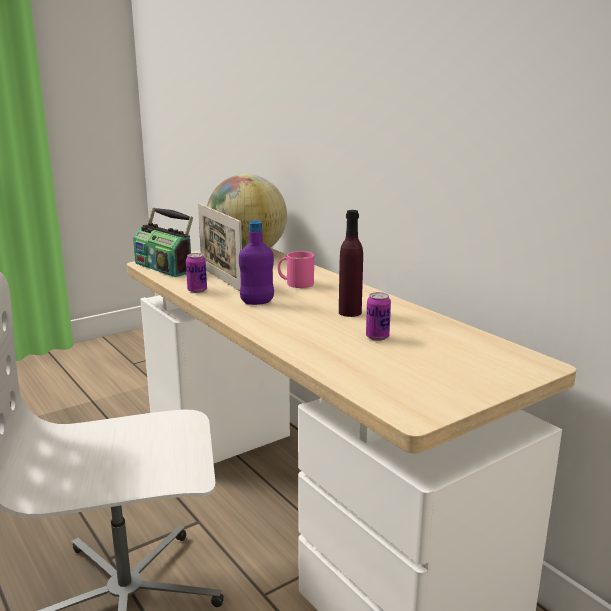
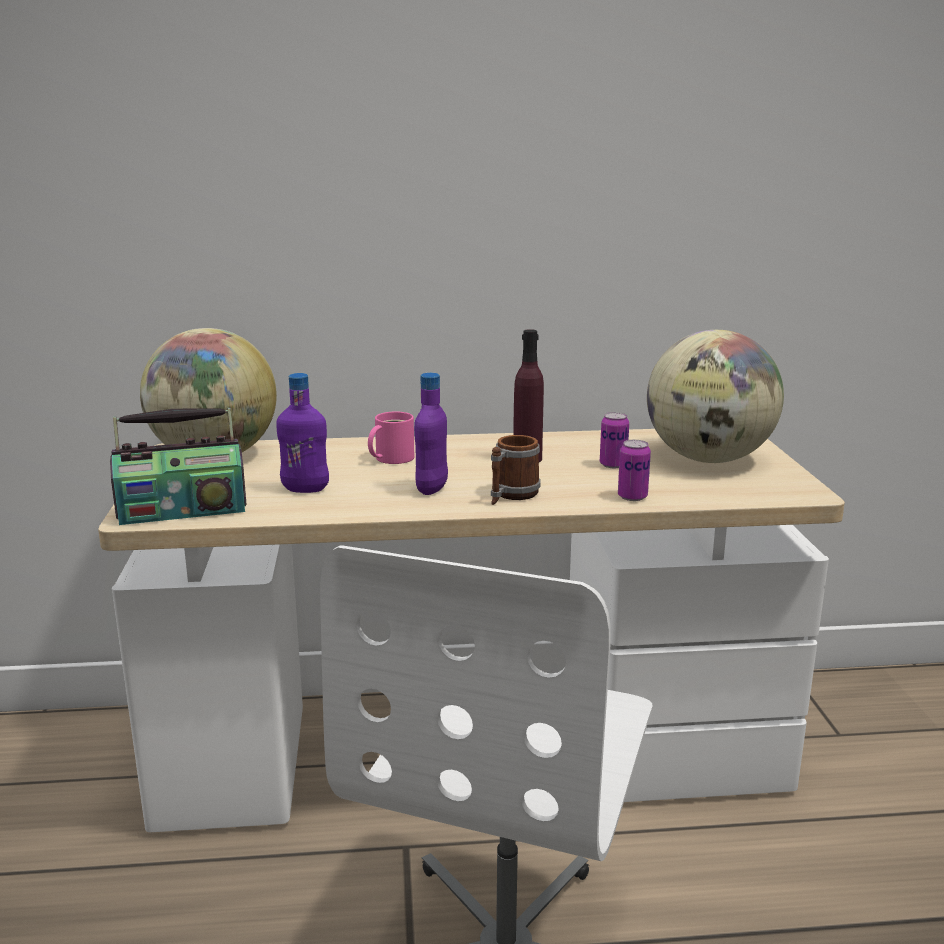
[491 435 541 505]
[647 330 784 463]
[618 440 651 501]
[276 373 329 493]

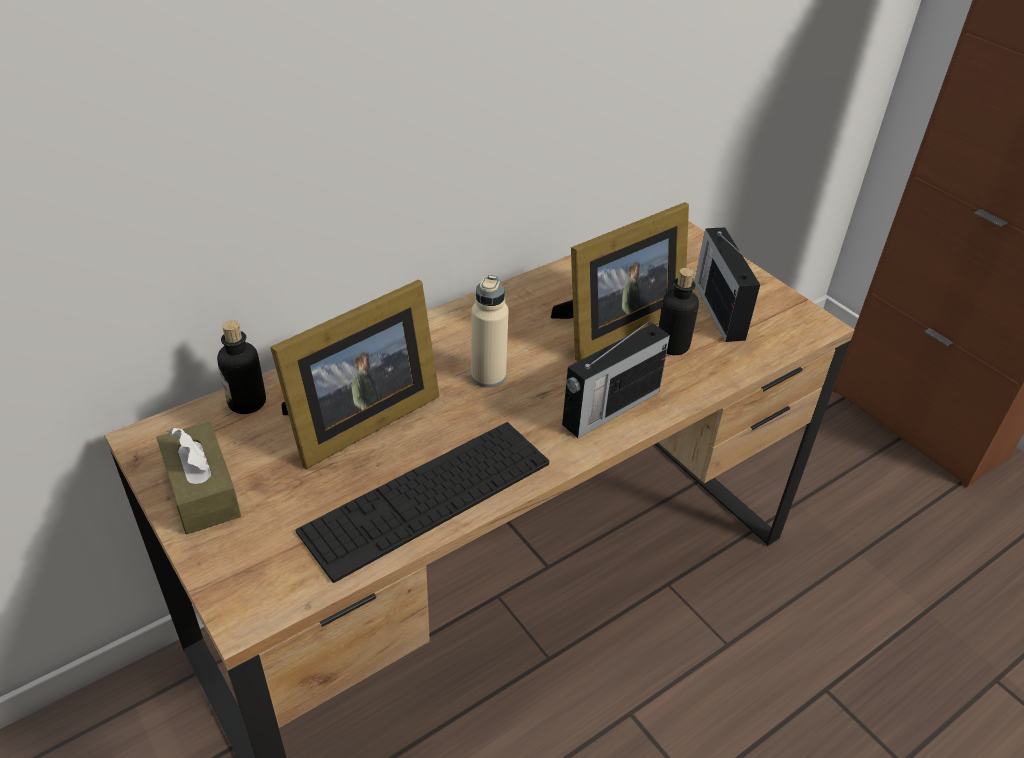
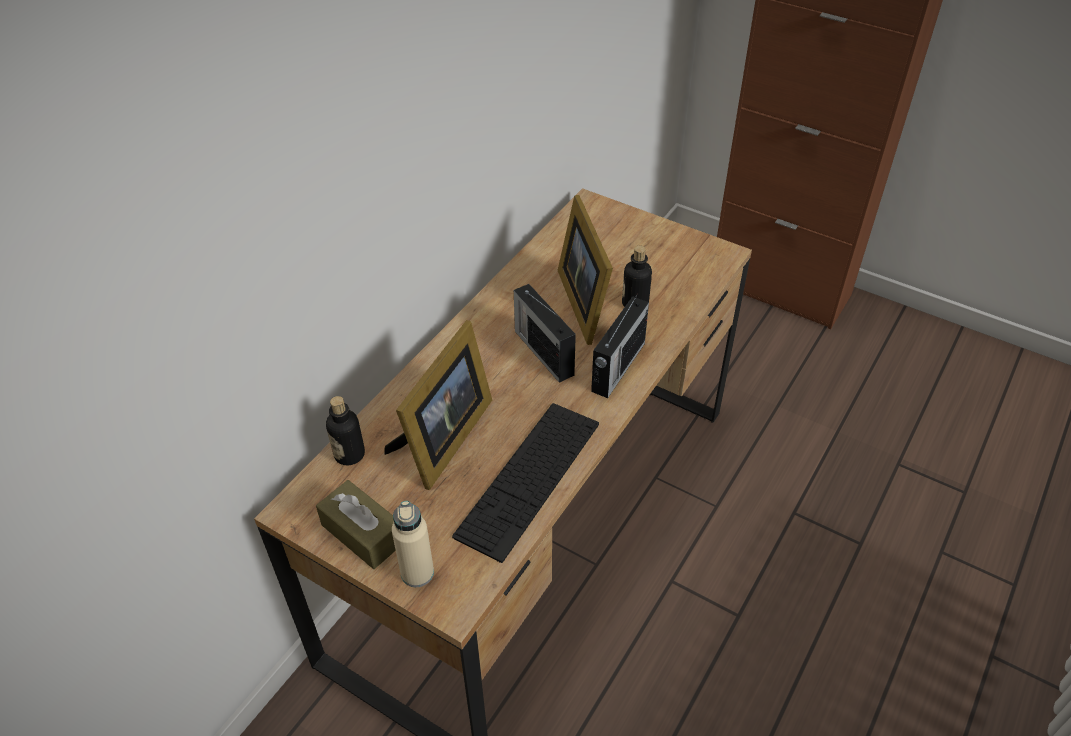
[392 501 434 587]
[514 284 576 383]
[558 195 613 345]

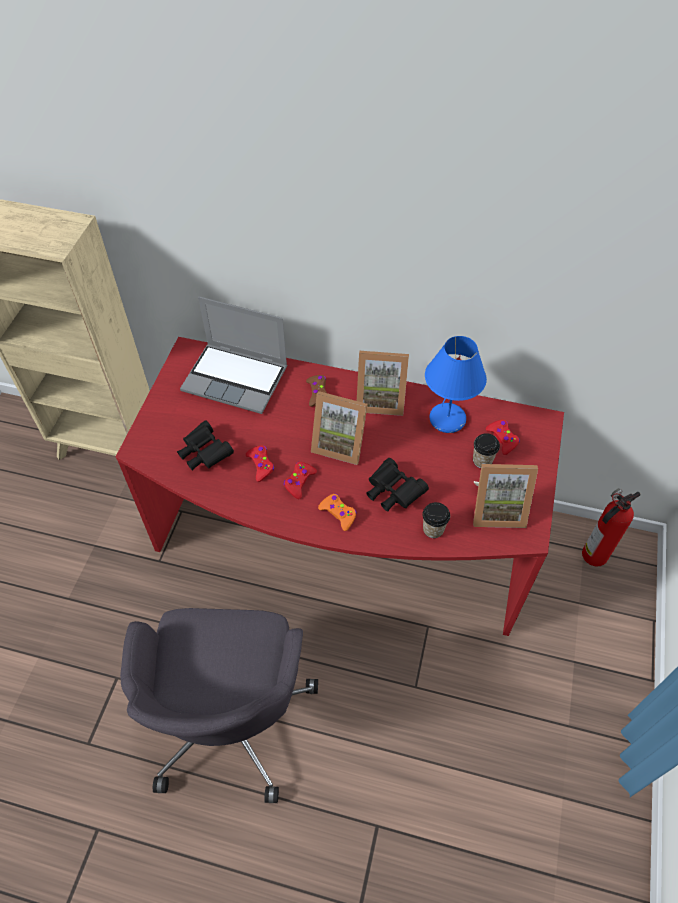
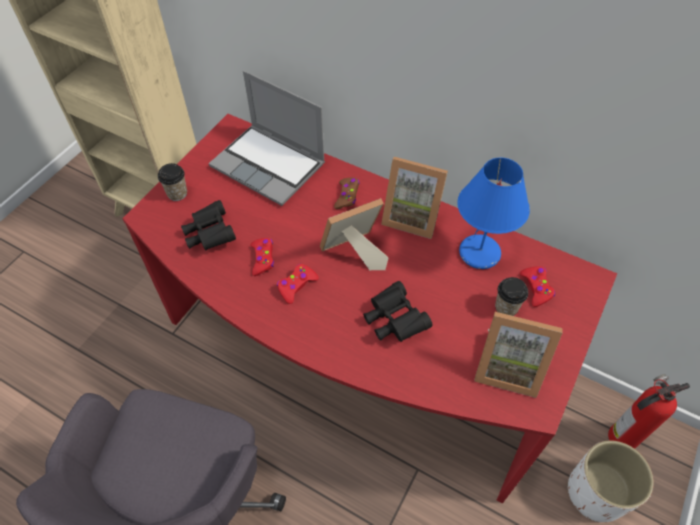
[318 494 357 531] (first image)
[567 440 654 522]
[158 163 187 201]
[320 198 388 270]

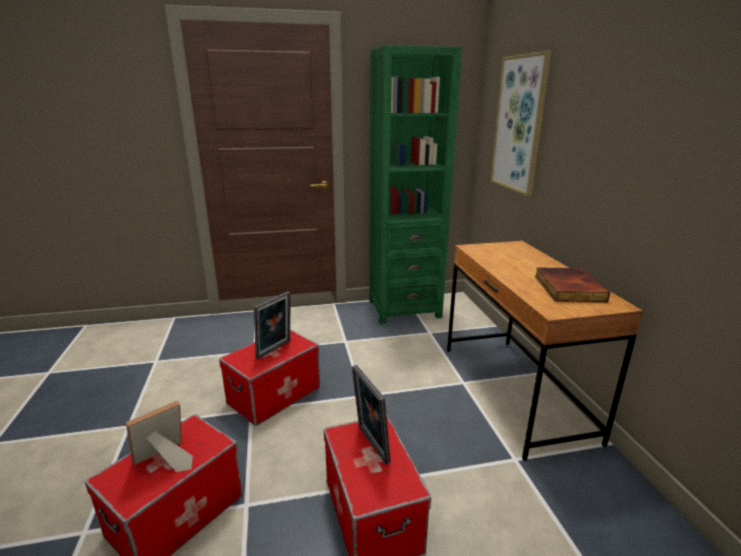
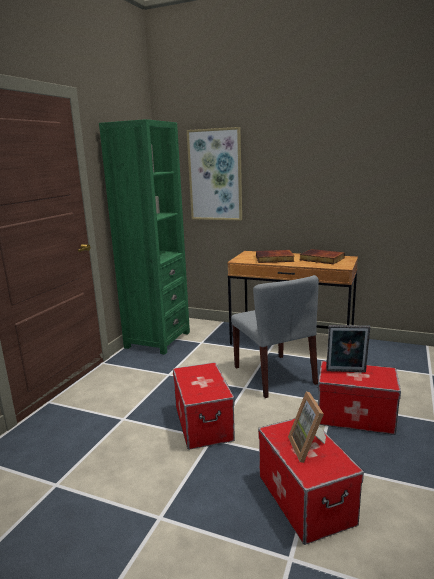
[254 291 291 359] (first image)
[231 275 319 398]
[256 250 294 263]

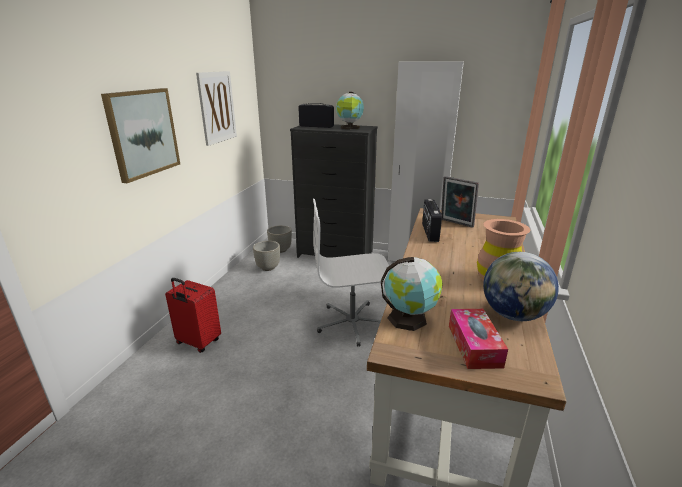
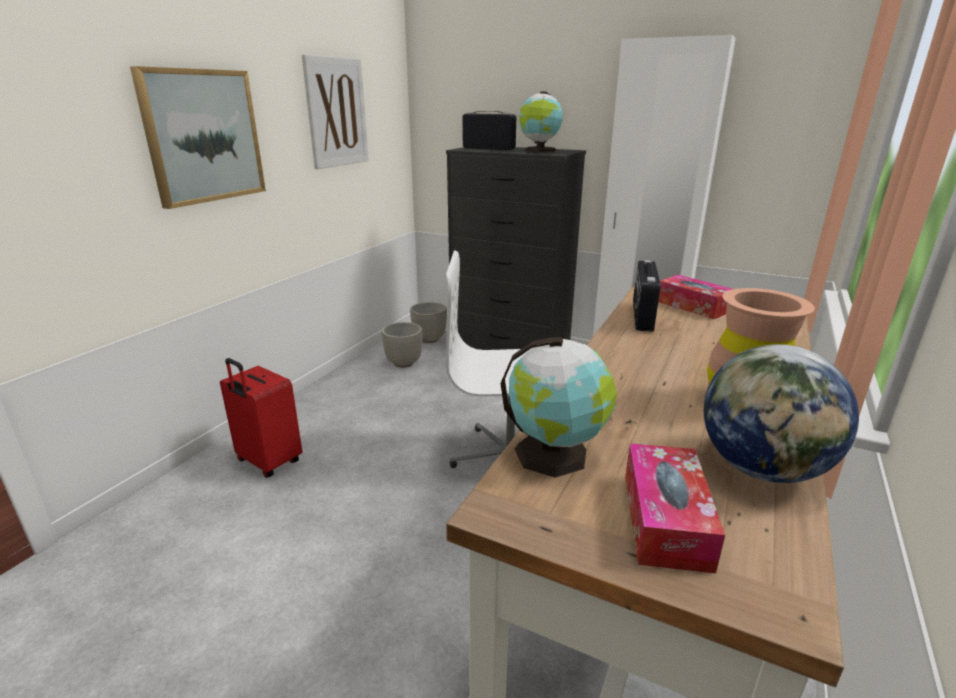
[658 275 732 319]

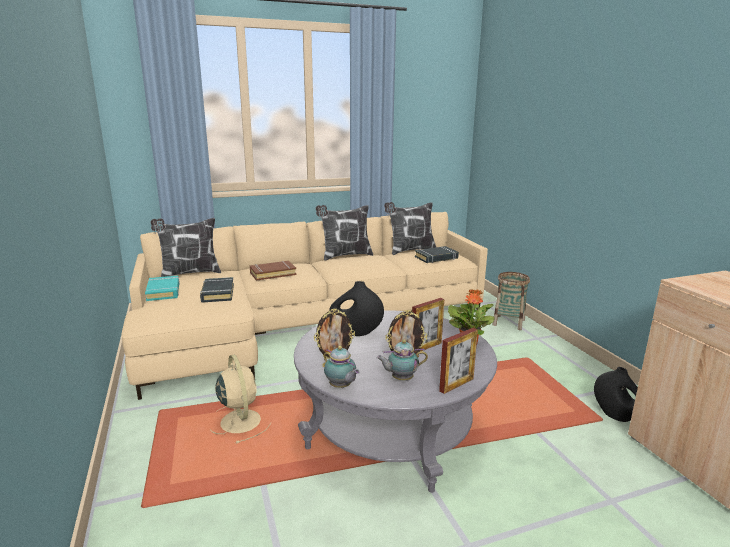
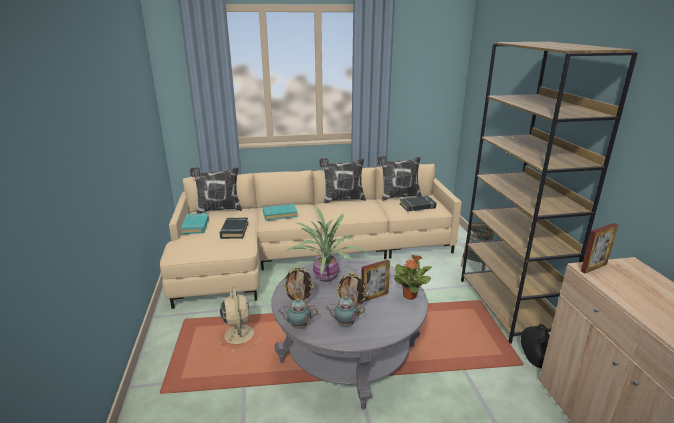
[461 42 638 344]
[581 223 618 273]
[285 208 367 282]
[263 204 298 221]
[278 298 318 329]

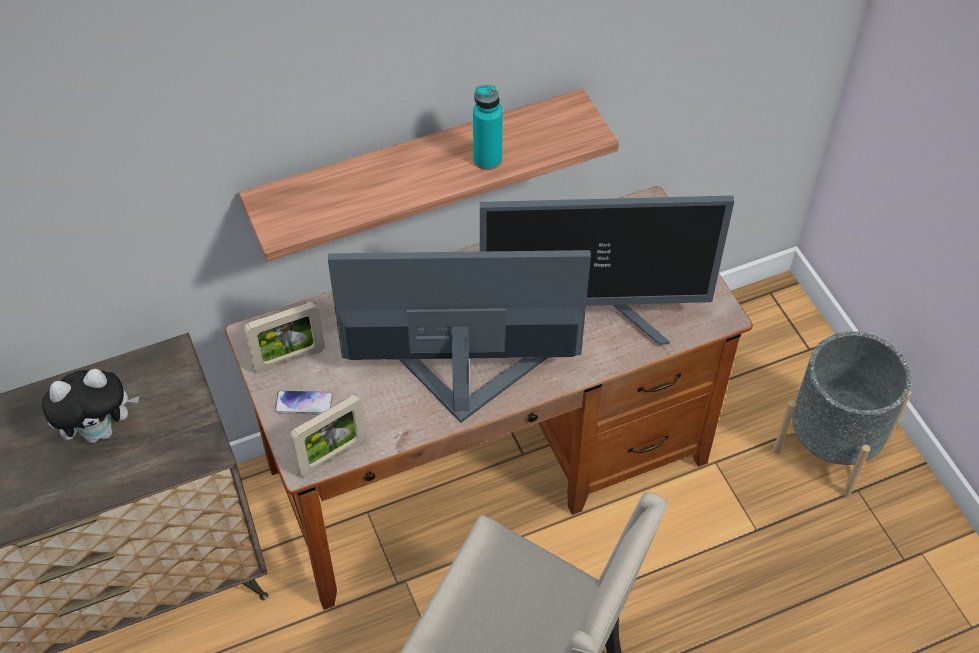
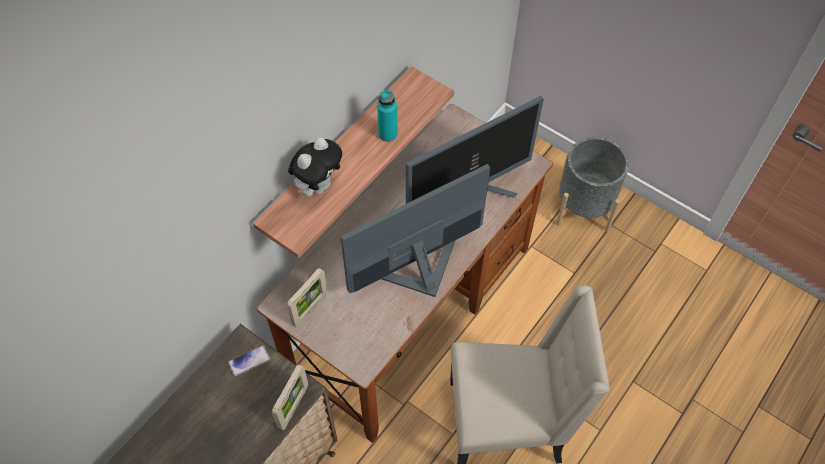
[288 137 342 197]
[228 345 270 376]
[272 364 308 430]

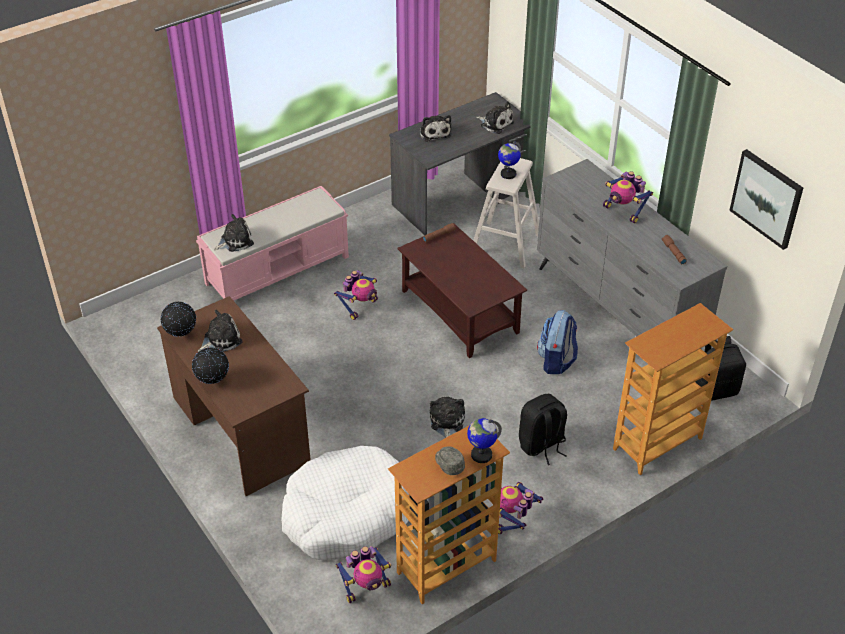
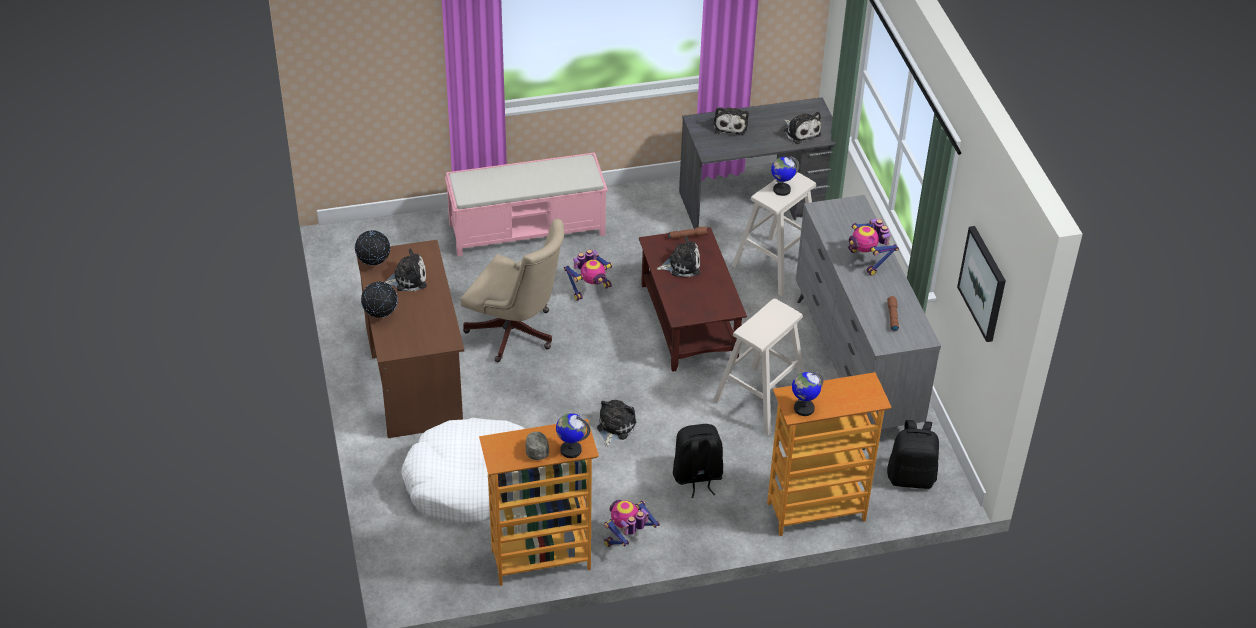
[336 546 391 603] (first image)
[460 219 564 362]
[792 372 824 416]
[657 236 700 277]
[713 299 804 435]

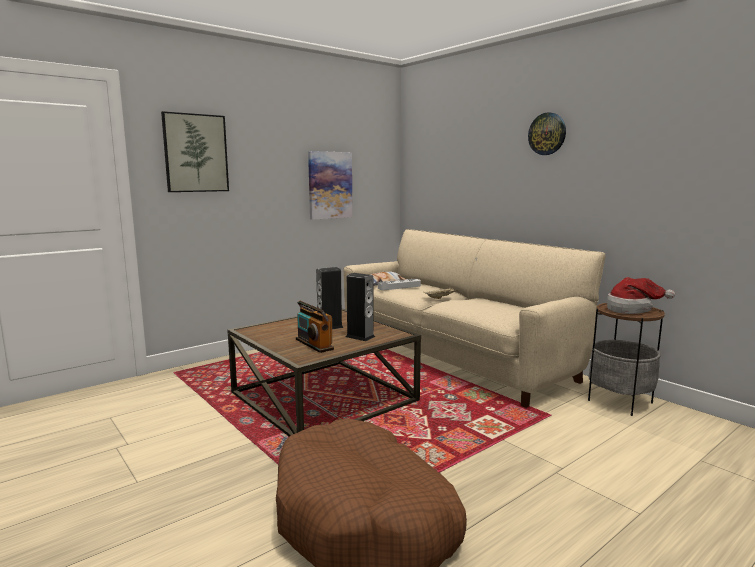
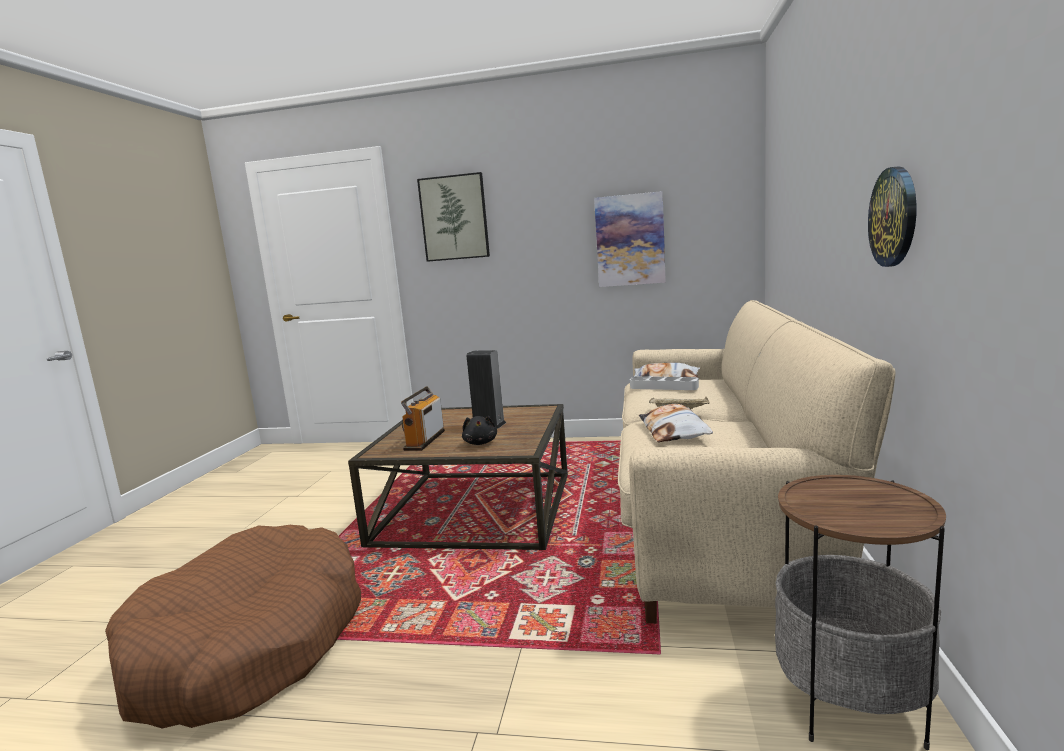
[607 277 675 314] (first image)
[639 404 713 442]
[868 166 916 267]
[462 416 497 445]

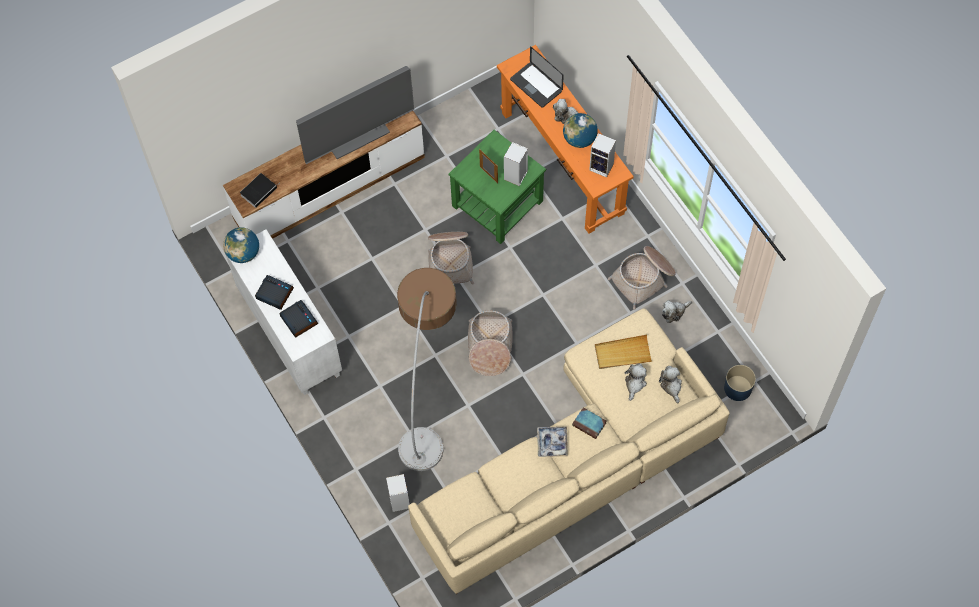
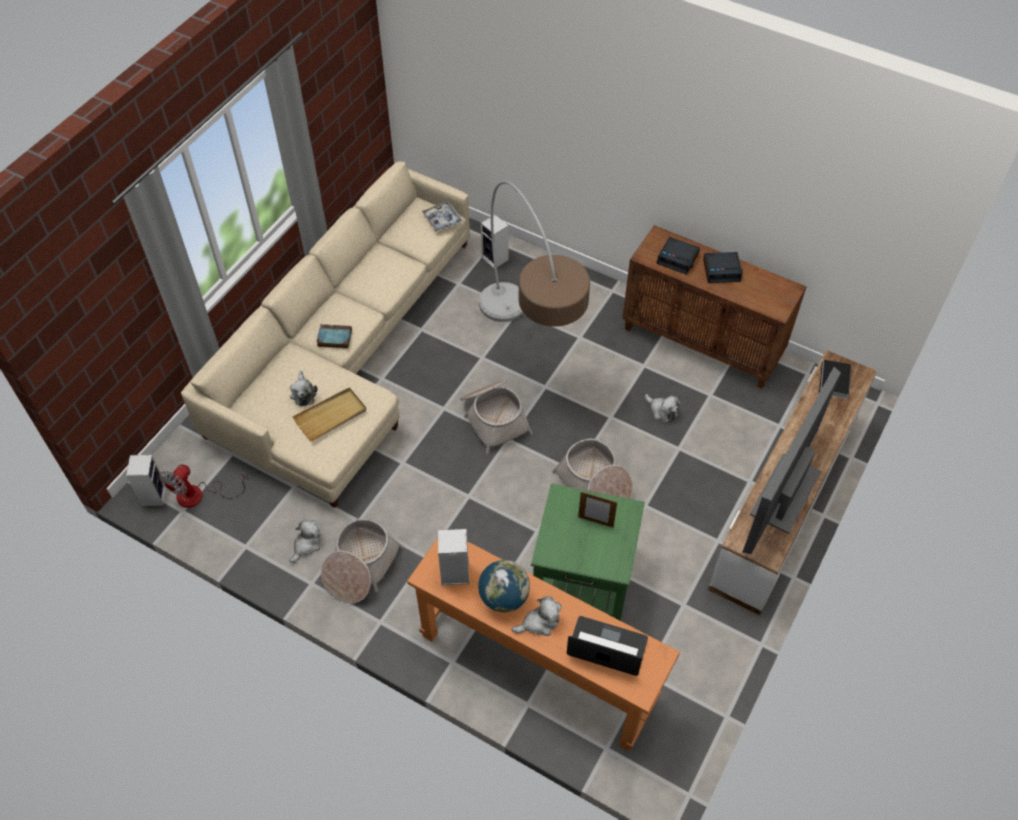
[223 227 259 263] (first image)
[126 455 166 506]
[422 201 463 232]
[645 394 681 422]
[159 464 249 508]
[622 225 807 389]

